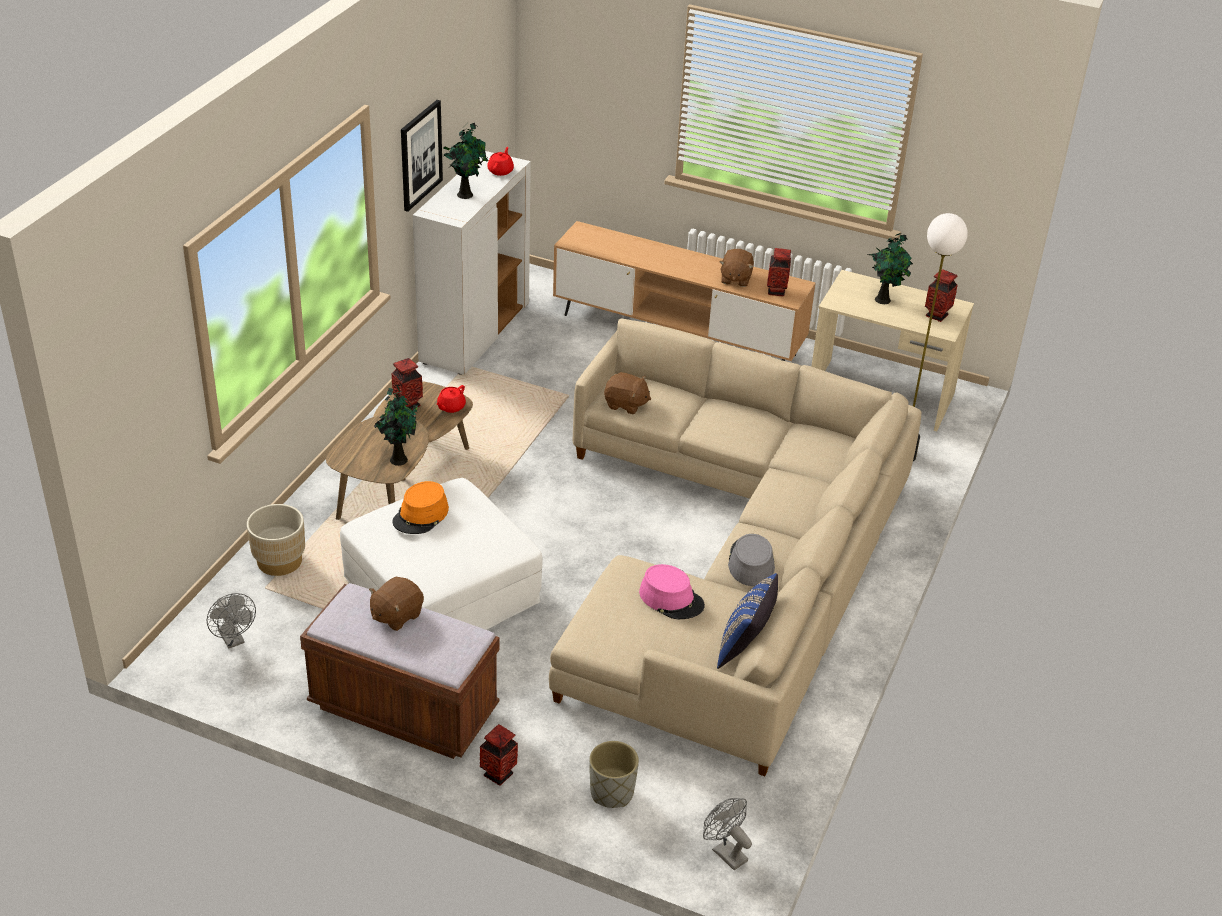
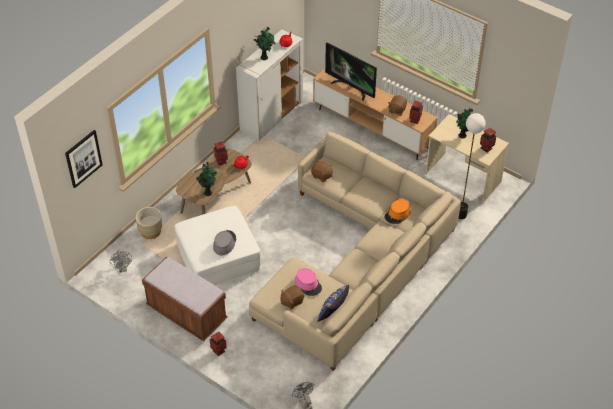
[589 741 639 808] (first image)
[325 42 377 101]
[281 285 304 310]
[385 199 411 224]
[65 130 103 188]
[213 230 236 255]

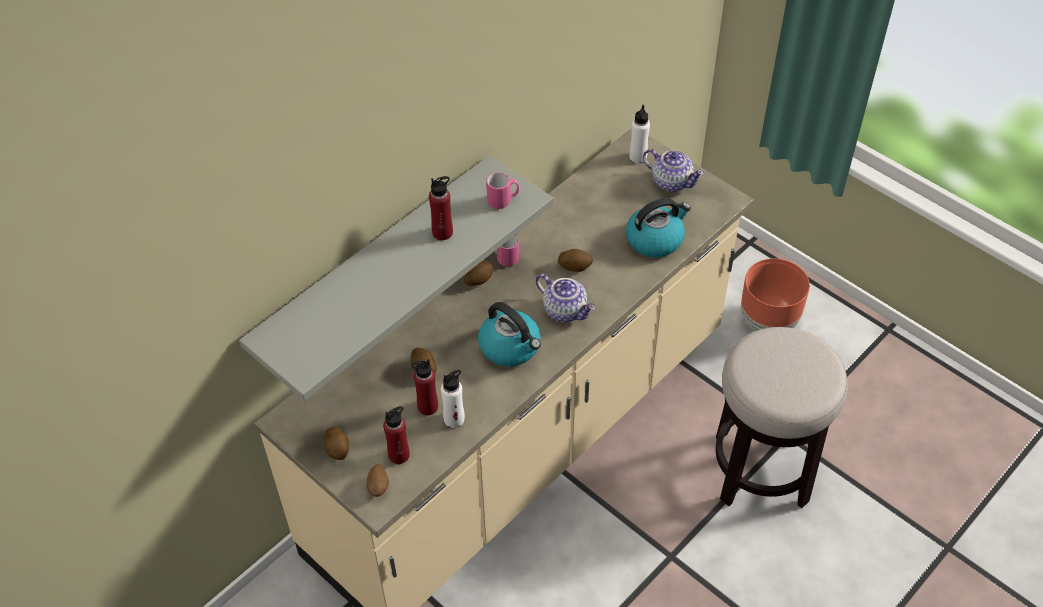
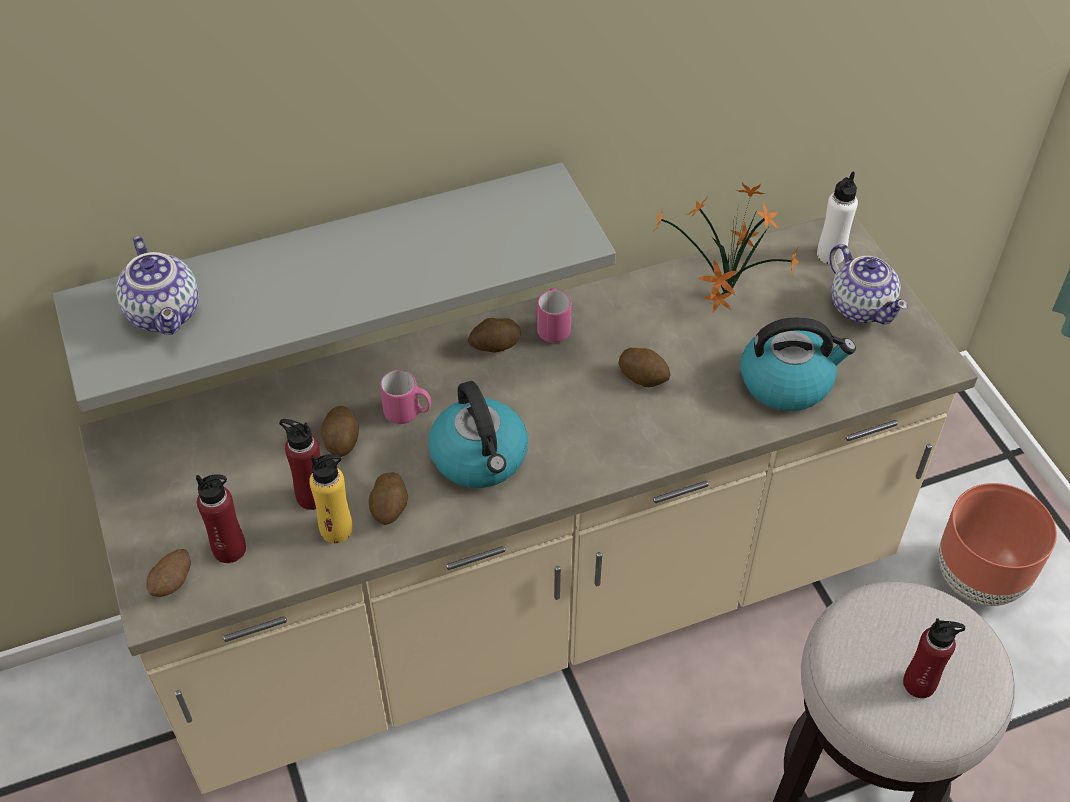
[654 182 799 313]
[369 472 408 525]
[903 618 965 698]
[380 370 431 424]
[116 236 199 335]
[309 454 353 543]

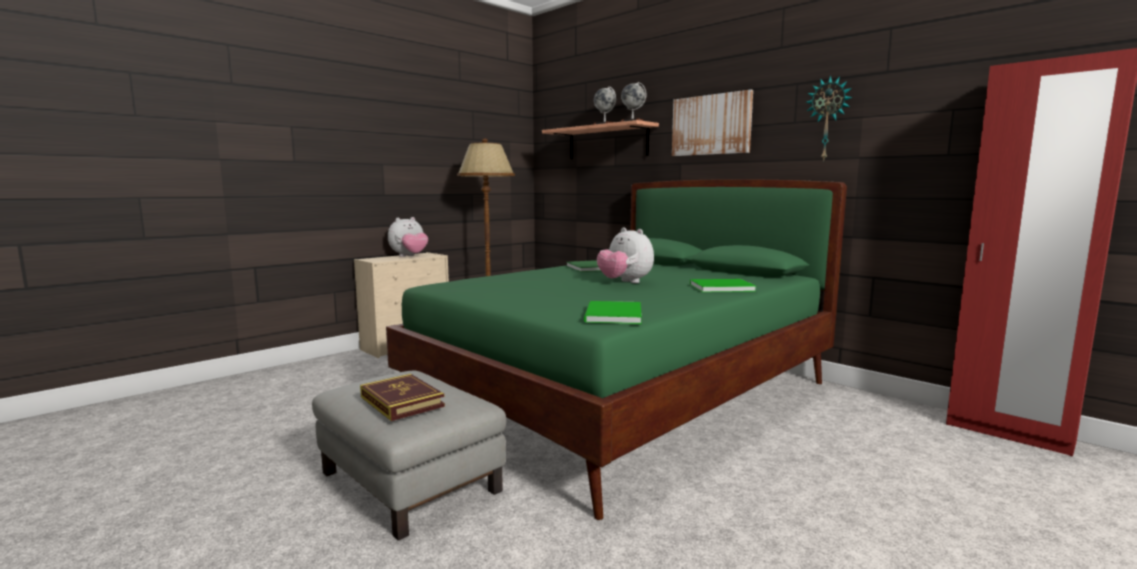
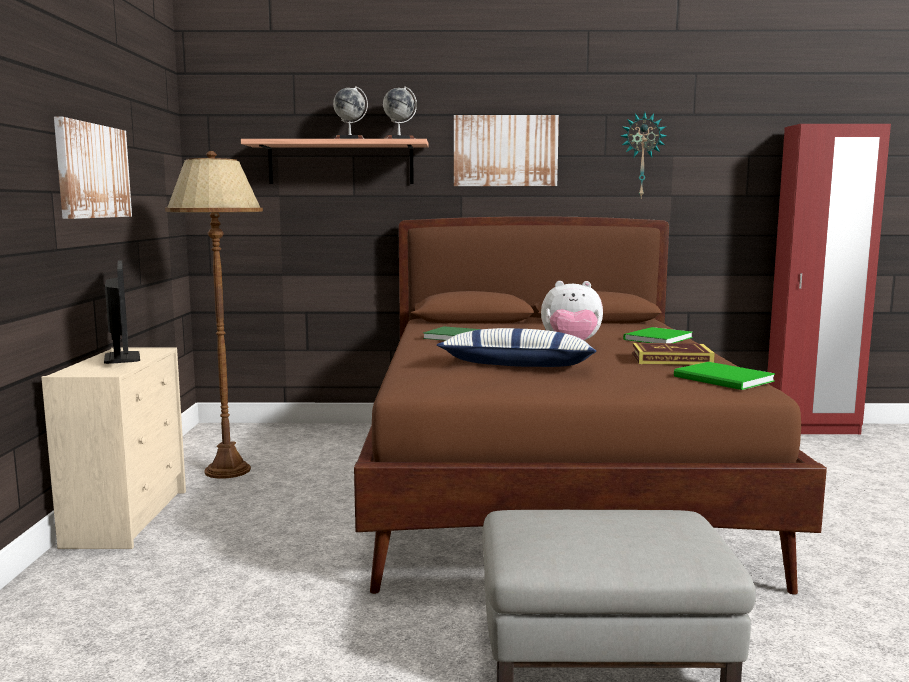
[54 116 132 219]
[437 328 596 367]
[632 343 715 365]
[104 260 140 364]
[354 216 827 595]

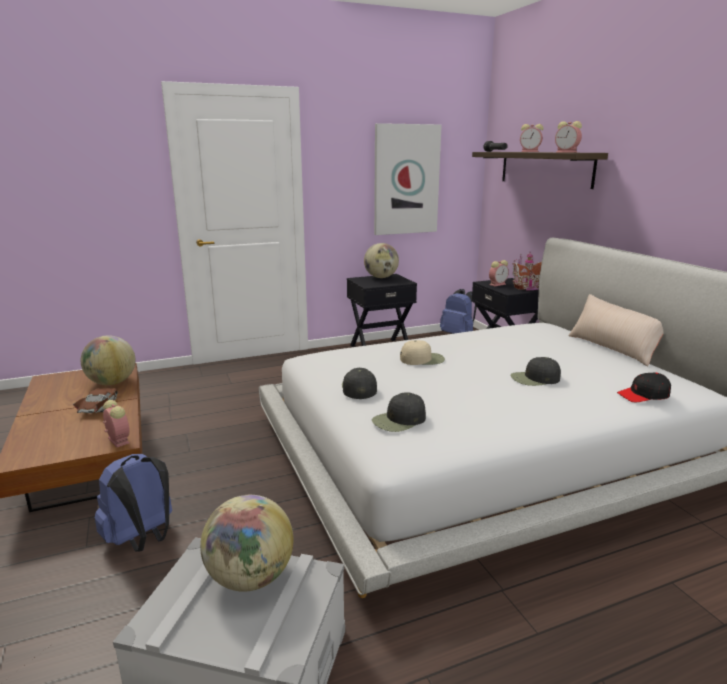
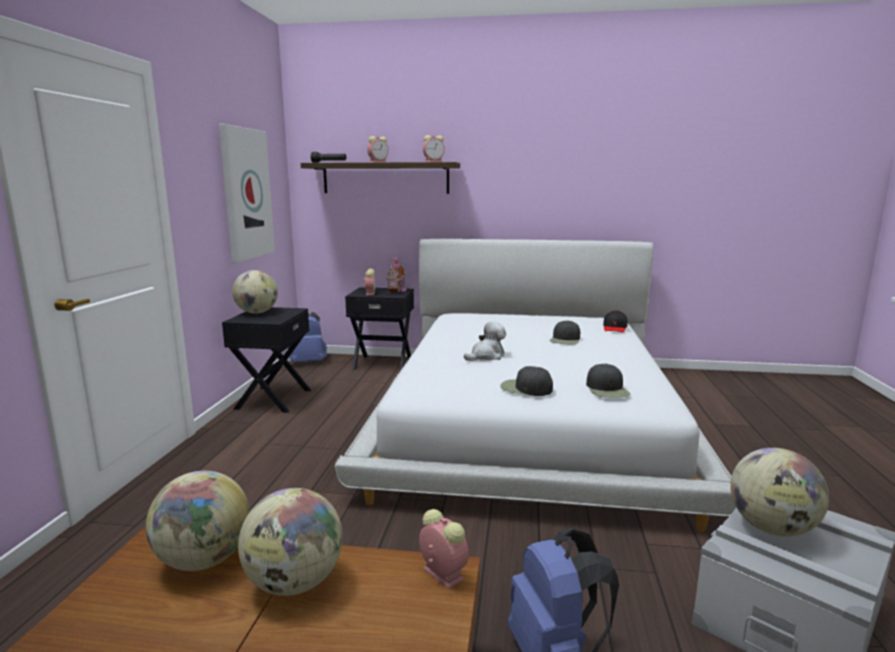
[568 294 664 367] (first image)
[238 488 343 596]
[464 321 506 361]
[419 509 469 589]

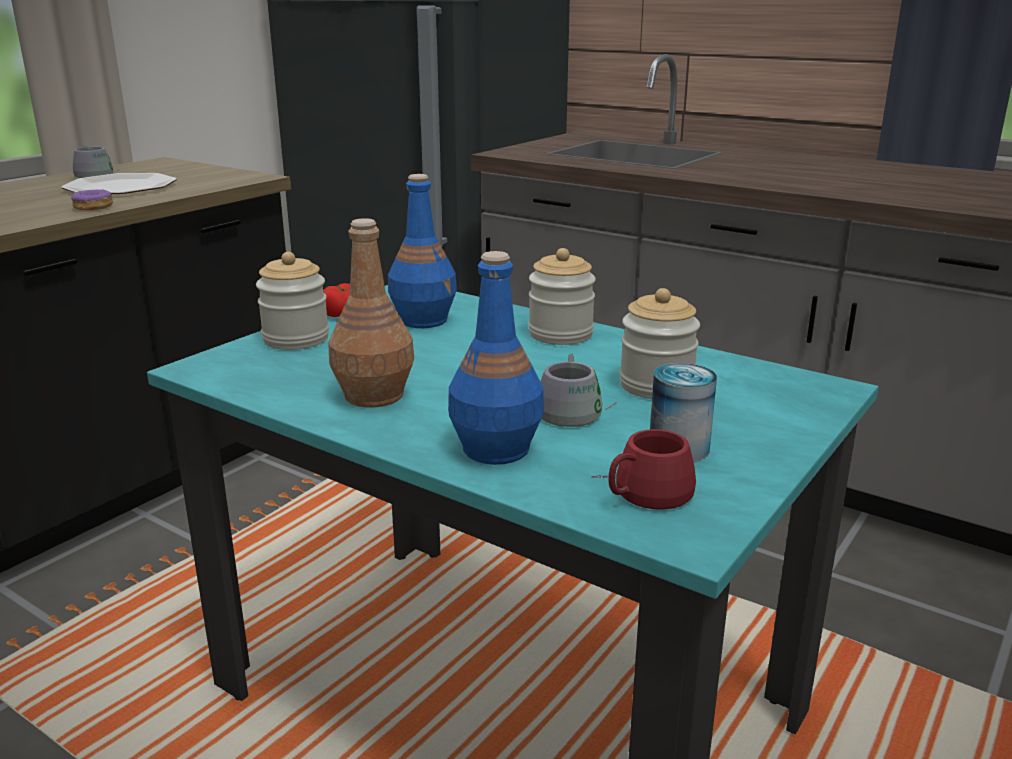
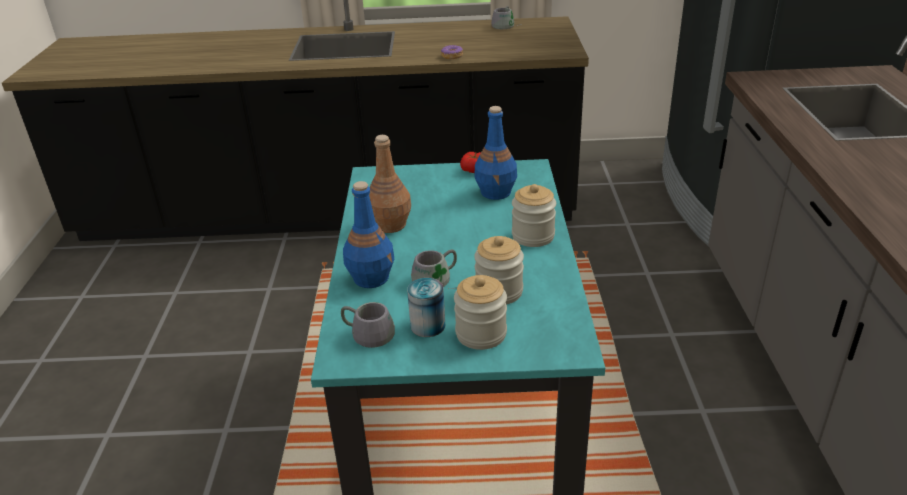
[61 173 177 194] (first image)
[454 275 507 350]
[341 302 395 348]

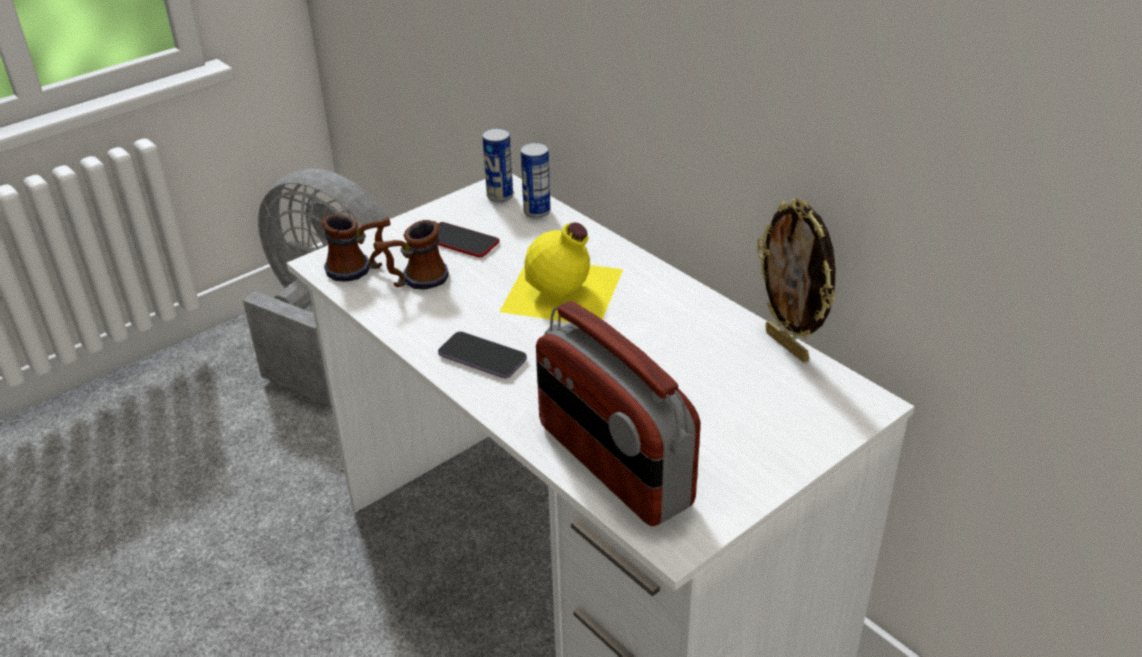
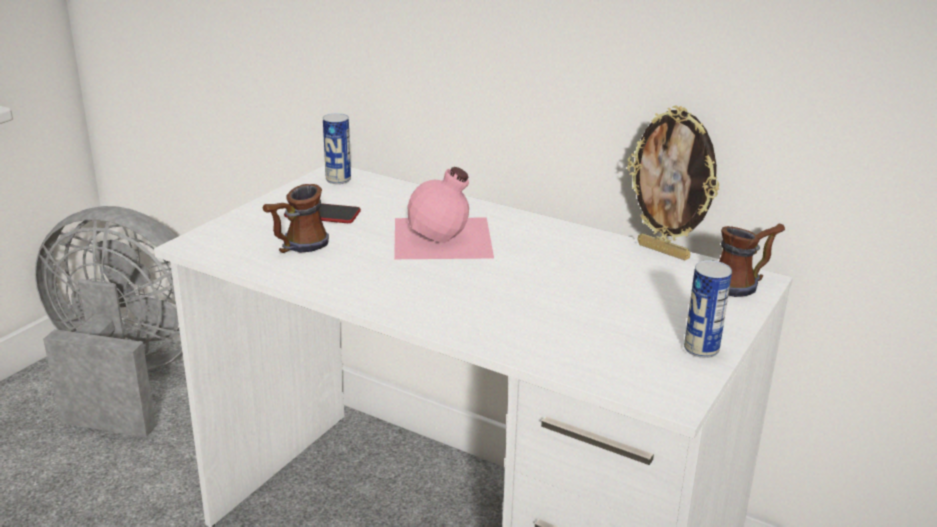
[438 332 527 378] (first image)
[536 301 701 526] (first image)
[719 224 785 297]
[684 260 732 358]
[394 167 494 259]

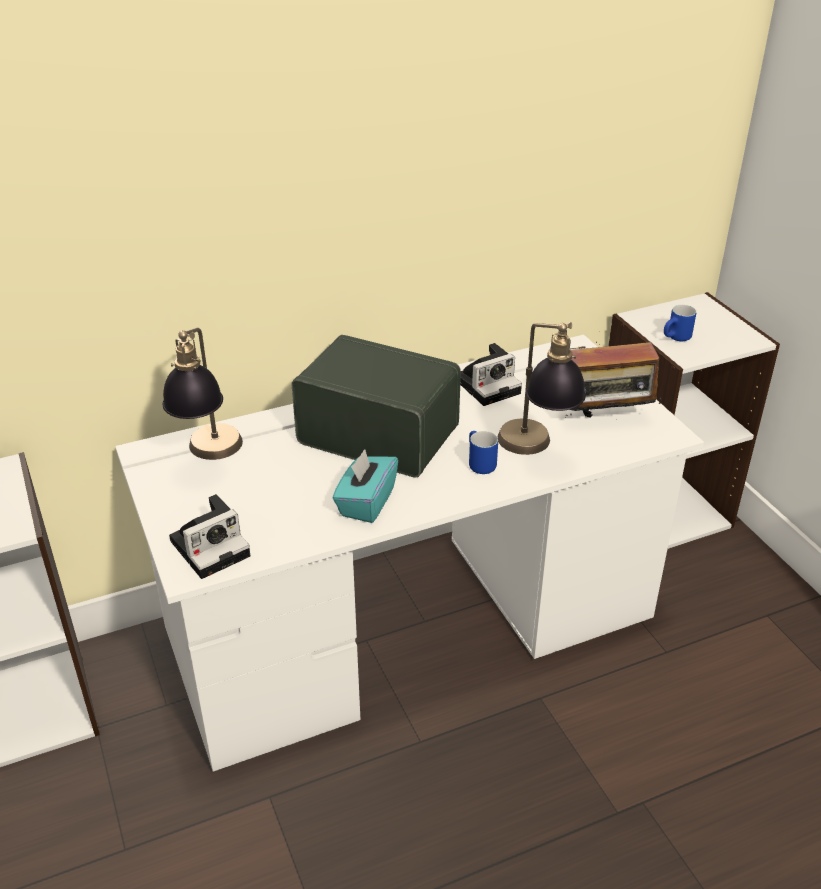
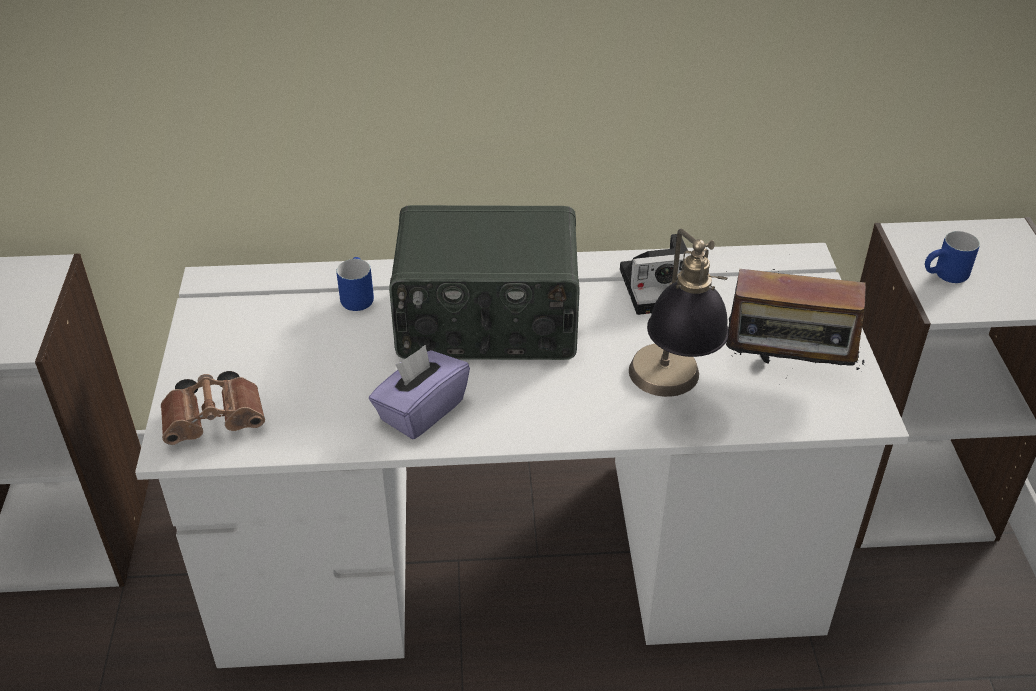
[163 328 243 460] (first image)
[337 257 374 311]
[161 371 265 445]
[369 345 470 440]
[389 205 580 360]

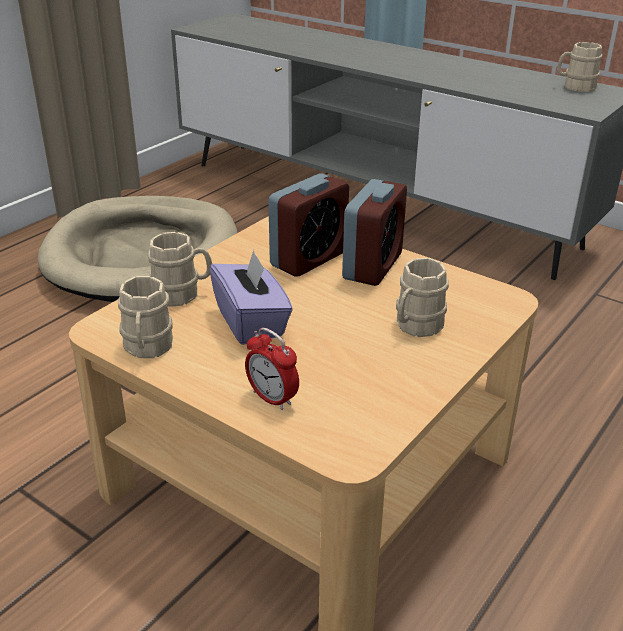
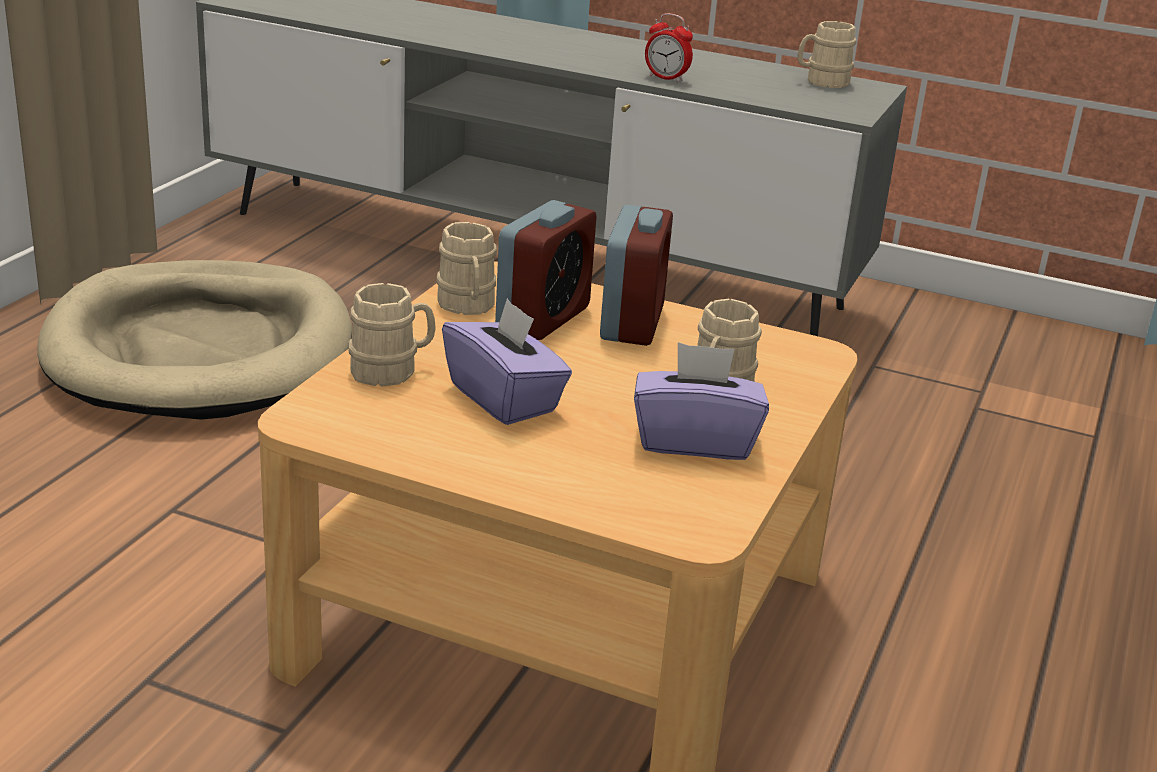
[634 342 769 460]
[437 222 497 315]
[645 13 693 82]

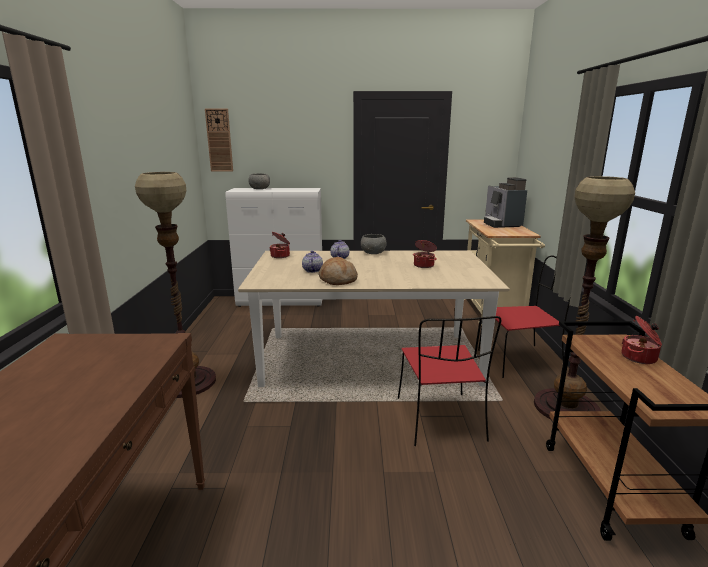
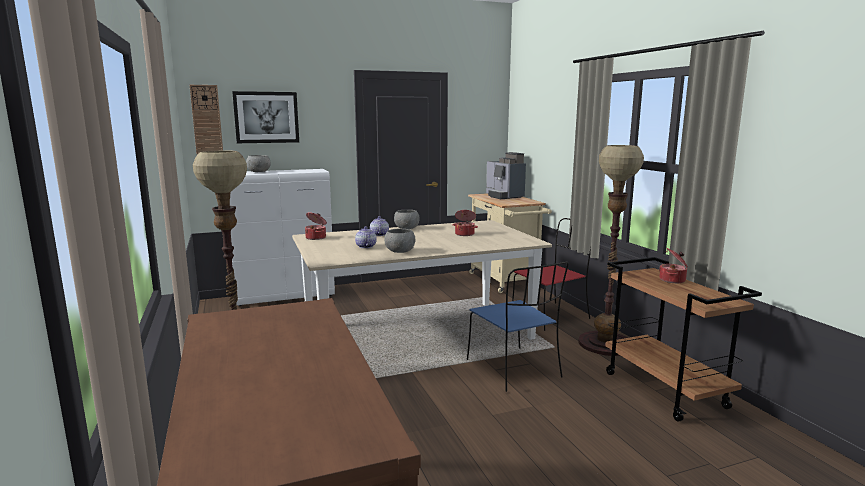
[232 91 299 143]
[384 229 415 253]
[467 261 569 392]

